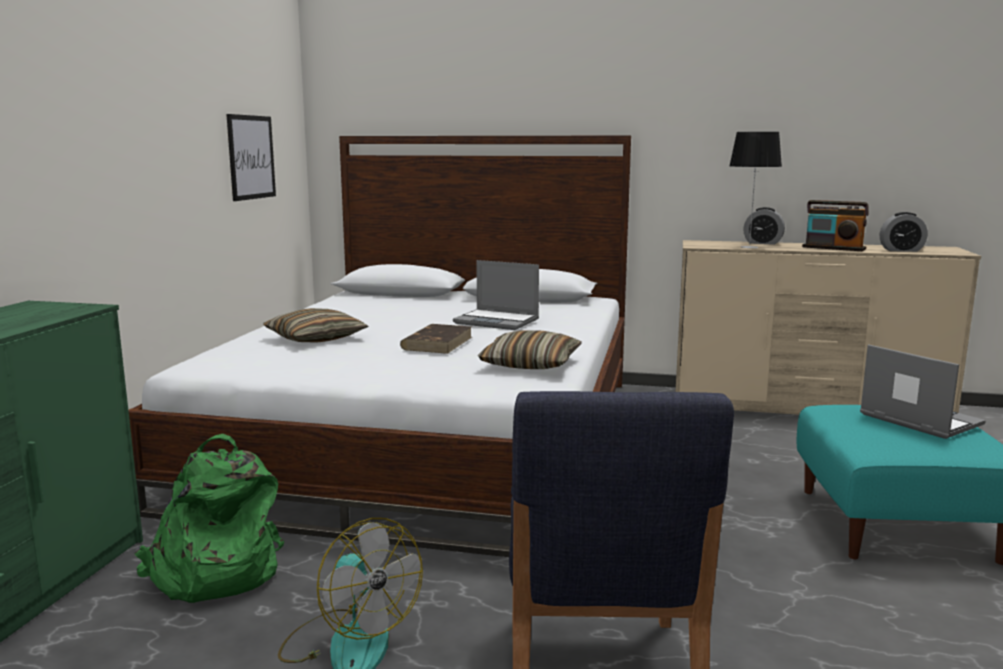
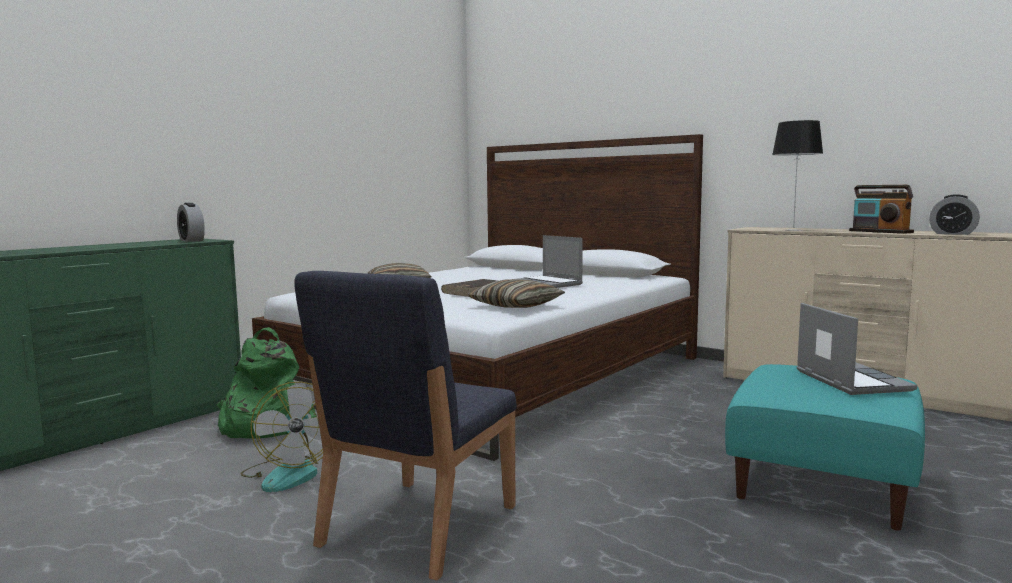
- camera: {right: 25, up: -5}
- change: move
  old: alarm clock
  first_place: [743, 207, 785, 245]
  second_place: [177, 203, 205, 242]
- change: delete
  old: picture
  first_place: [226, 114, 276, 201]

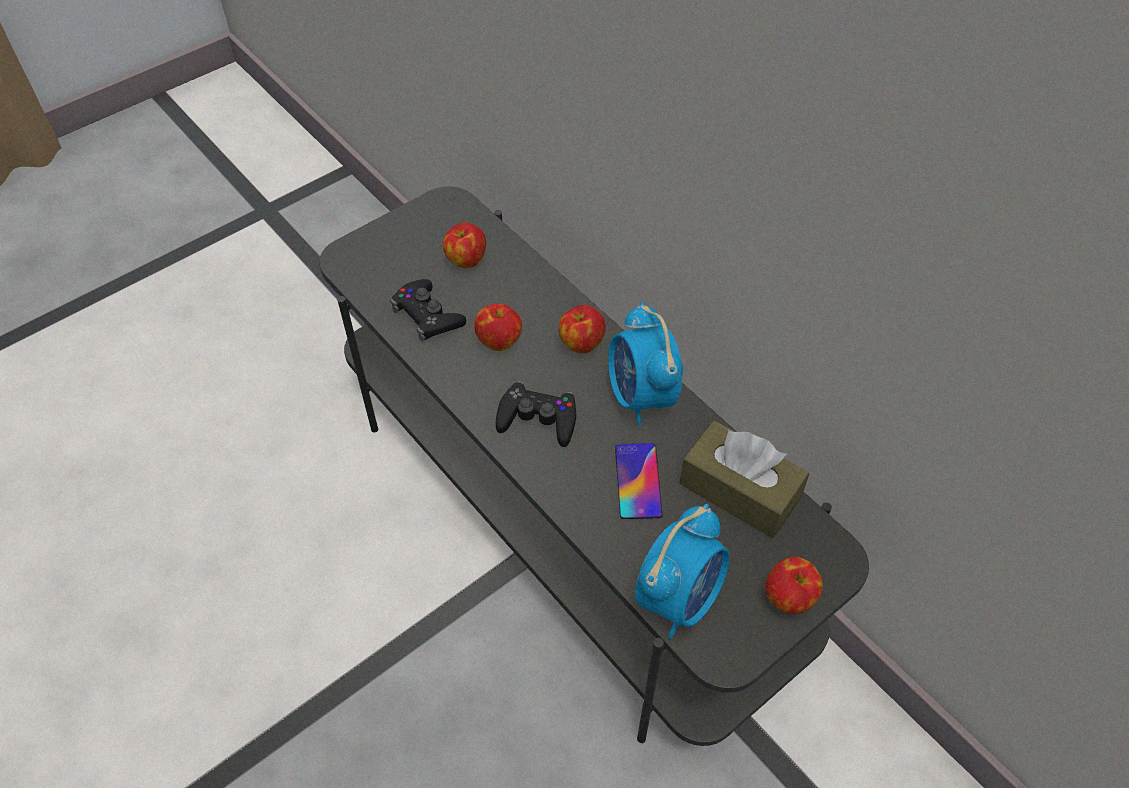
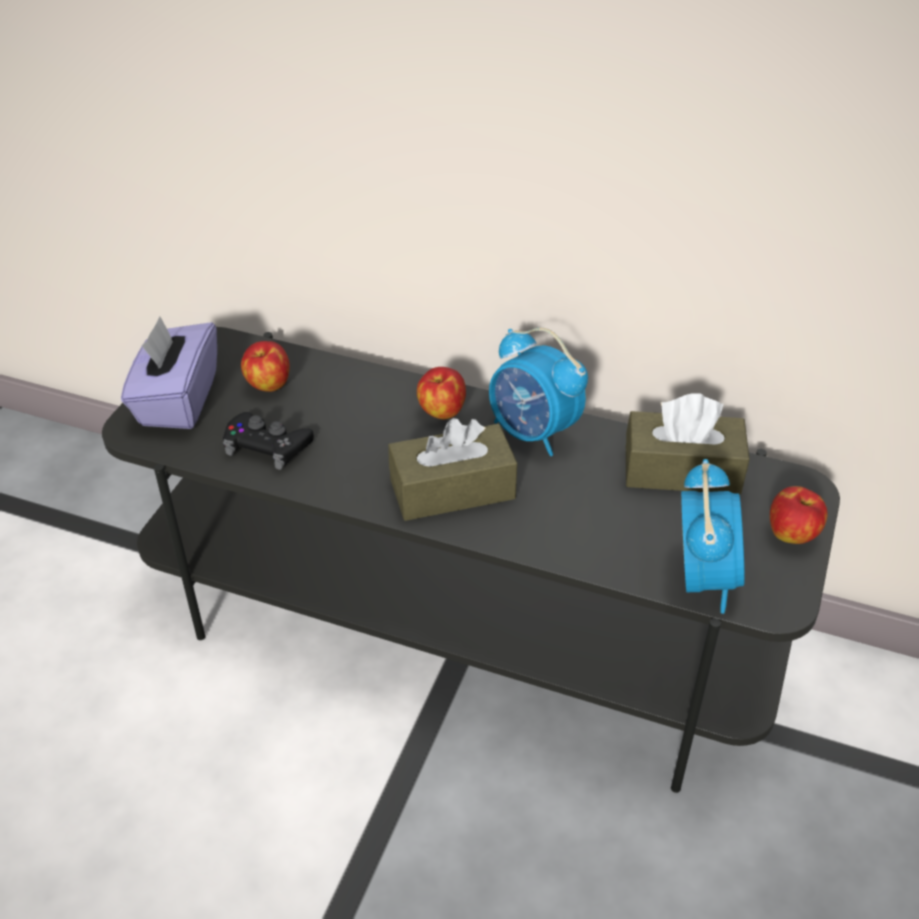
- camera: {right: -30, up: -10}
- change: insert
  new: purple tissue box
  second_place: [121, 316, 217, 429]
- change: replace
  old: black game controller
  new: brown tissue box
  first_place: [496, 381, 576, 447]
  second_place: [388, 418, 517, 521]
- change: delete
  old: apple
  first_place: [474, 303, 522, 351]
- change: delete
  old: phone
  first_place: [615, 443, 663, 519]

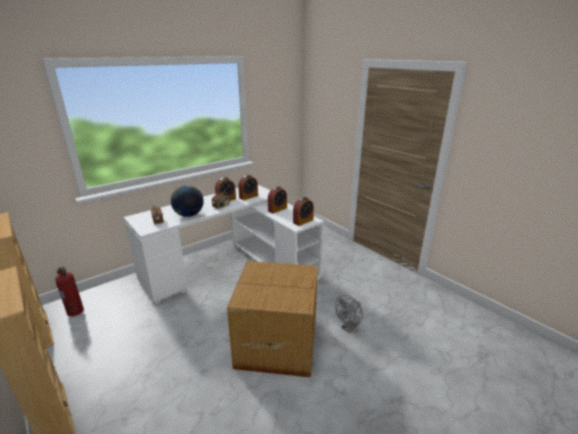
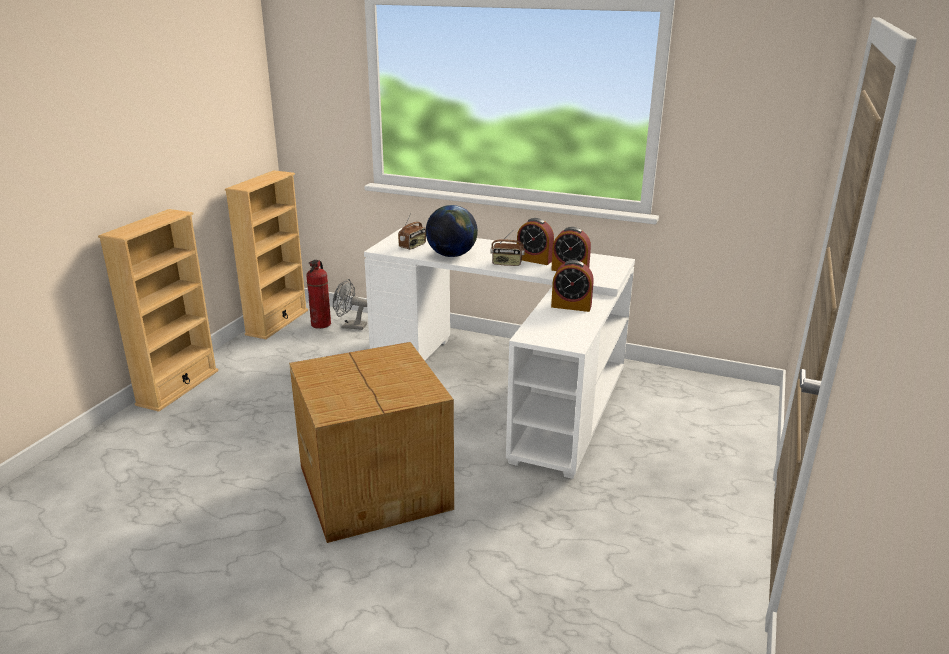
- camera: {right: 60, up: 0}
- change: move
  old: grey fan
  first_place: [335, 295, 363, 333]
  second_place: [333, 279, 367, 330]
- change: delete
  old: alarm clock
  first_place: [293, 197, 314, 226]

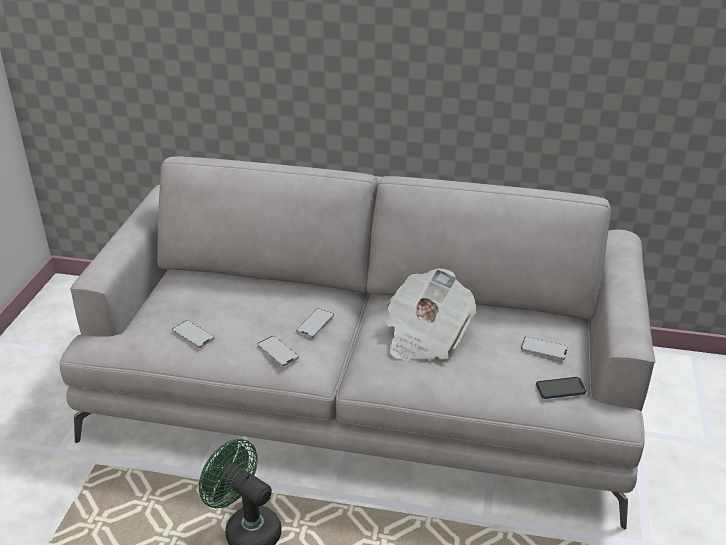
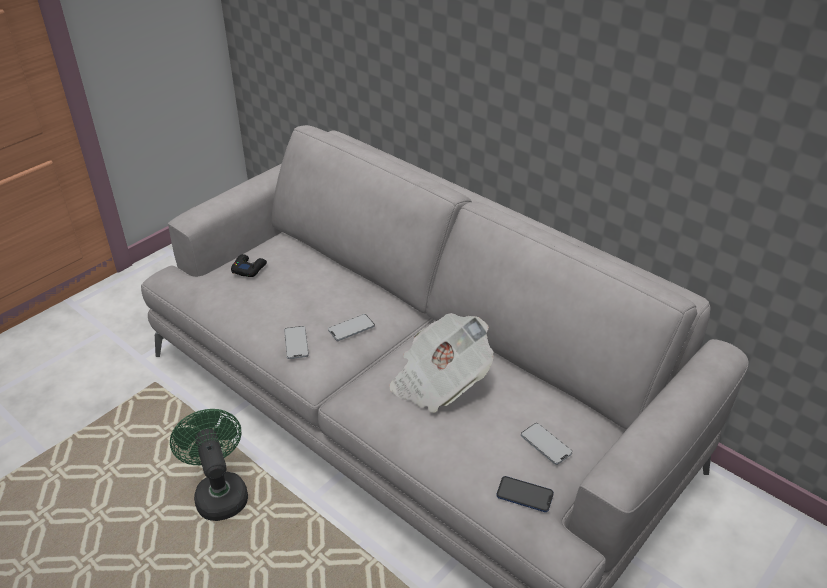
- camera: {right: 30, up: 5}
- change: insert
  new: black game controller
  second_place: [231, 254, 267, 277]
- change: delete
  old: phone
  first_place: [172, 320, 215, 348]

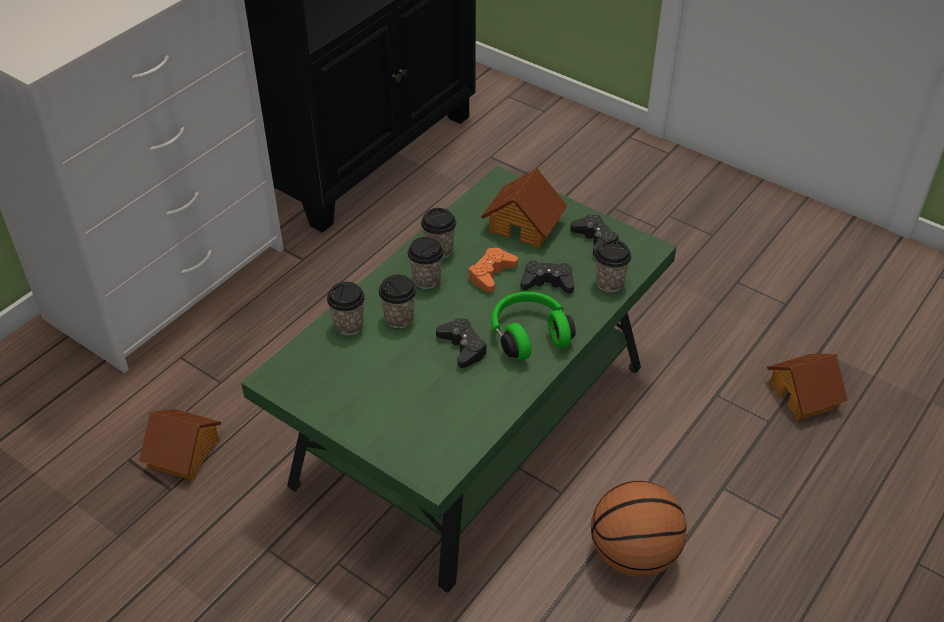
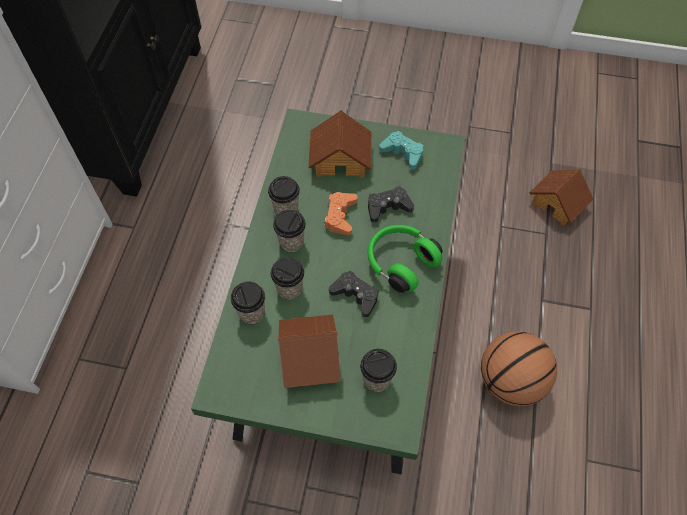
- camera: {right: -25, up: 15}
- change: move
  old: toy house
  first_place: [139, 409, 221, 481]
  second_place: [278, 314, 341, 388]
- change: move
  old: cup
  first_place: [595, 240, 631, 292]
  second_place: [360, 349, 397, 392]
- change: recolor
  old: black game controller
  new: turquoise game controller
  first_place: [570, 214, 619, 256]
  second_place: [379, 131, 424, 169]

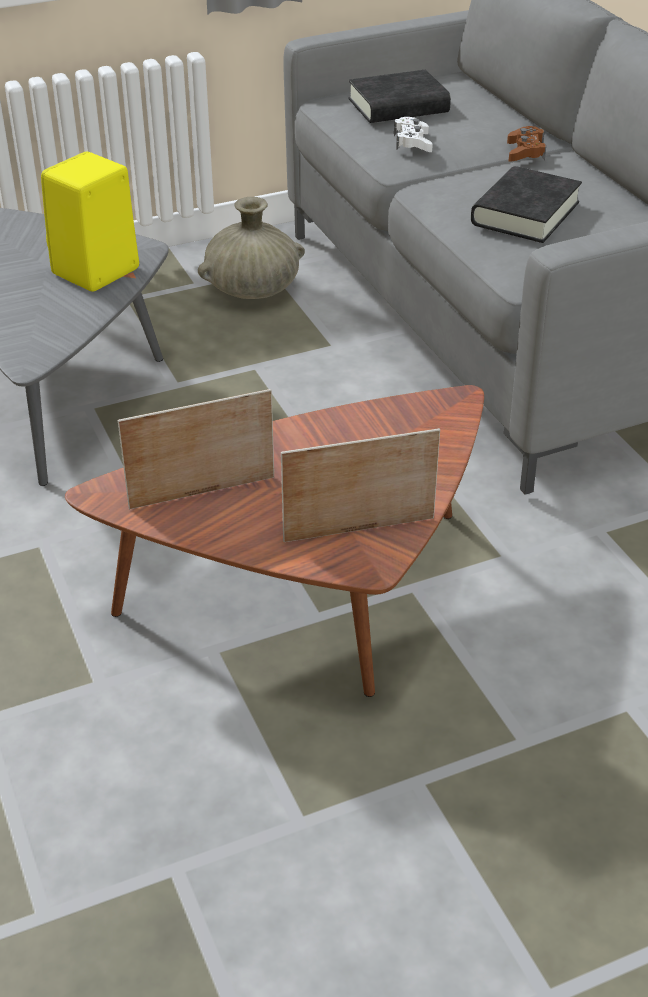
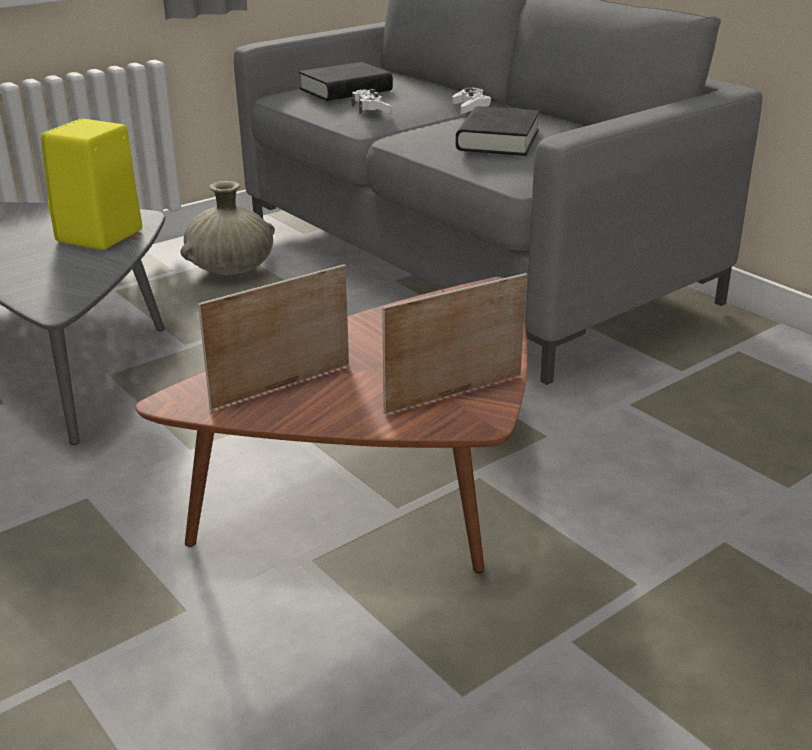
- camera: {right: -15, up: -10}
- change: recolor
  old: brown game controller
  new: white game controller
  first_place: [507, 126, 546, 162]
  second_place: [452, 88, 492, 114]

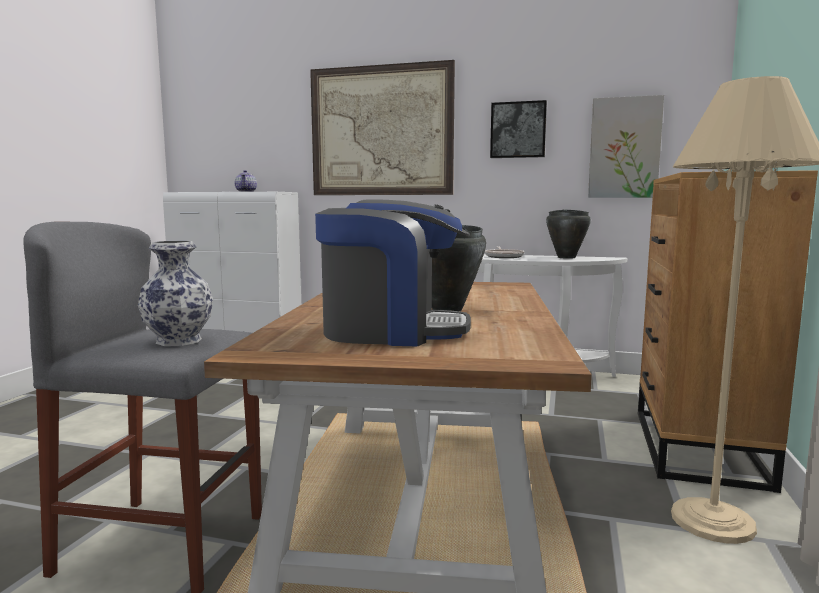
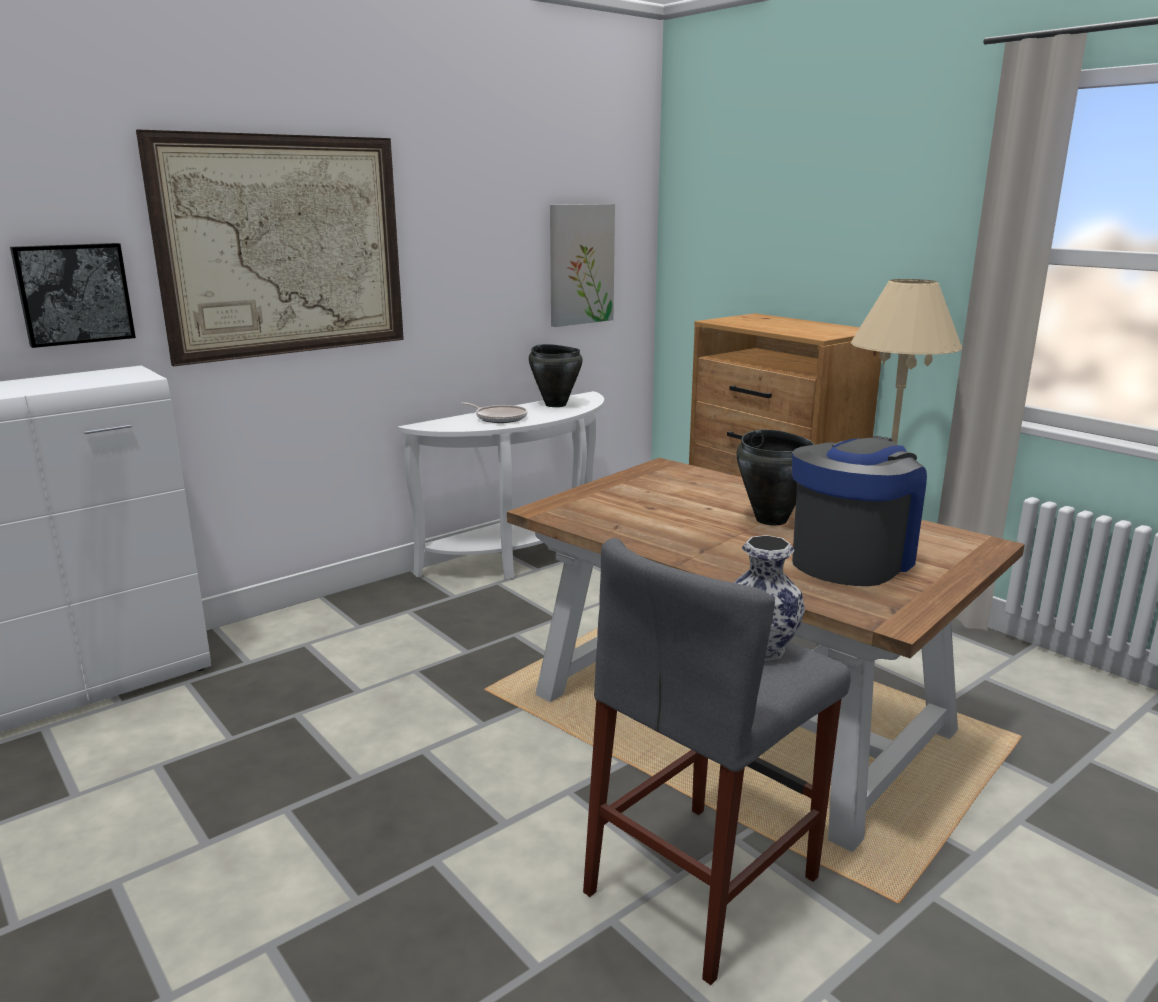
- camera: {right: -55, up: 10}
- change: move
  old: picture
  first_place: [490, 100, 547, 158]
  second_place: [10, 243, 136, 348]
- change: delete
  old: teapot
  first_place: [235, 170, 257, 192]

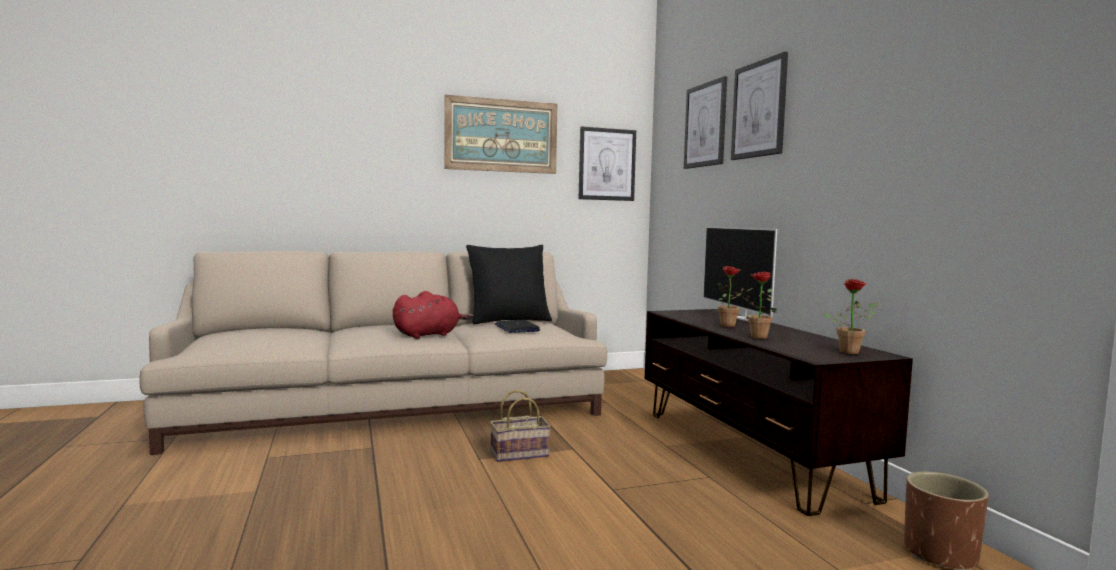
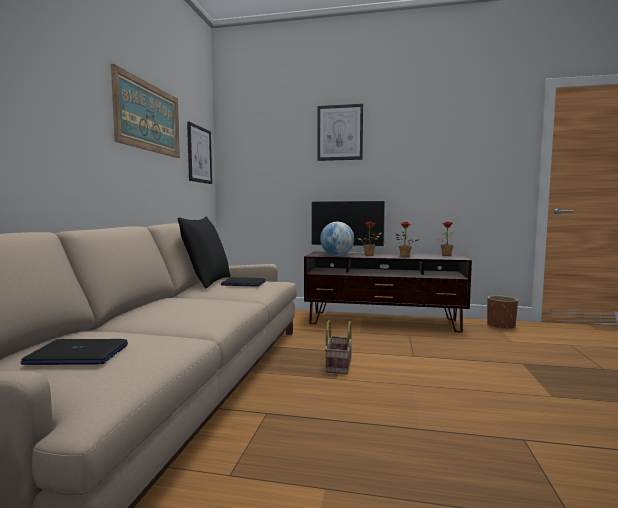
- camera: {right: -60, up: 0}
- change: insert
  new: laptop
  second_place: [21, 339, 128, 365]
- change: insert
  new: globe
  second_place: [320, 222, 354, 256]
- change: delete
  old: red plush toy
  first_place: [393, 291, 474, 339]
- change: delete
  old: picture
  first_place: [684, 76, 727, 169]

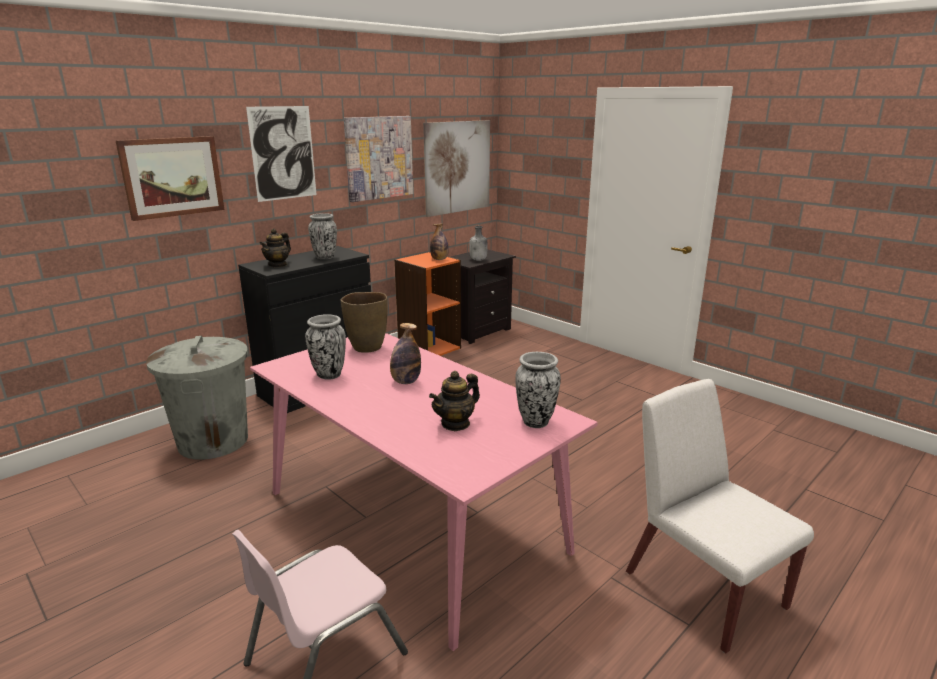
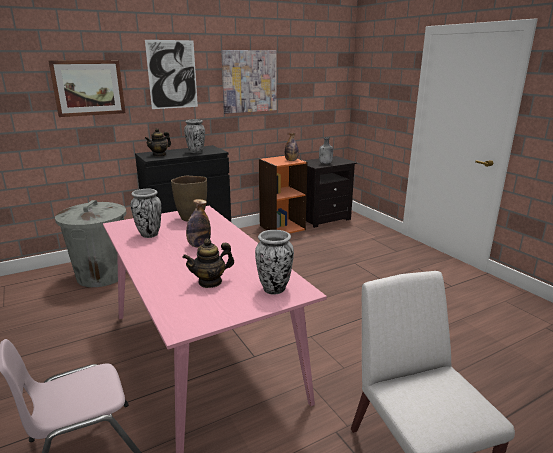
- camera: {right: 15, up: 0}
- change: delete
  old: picture
  first_place: [423, 120, 490, 217]

